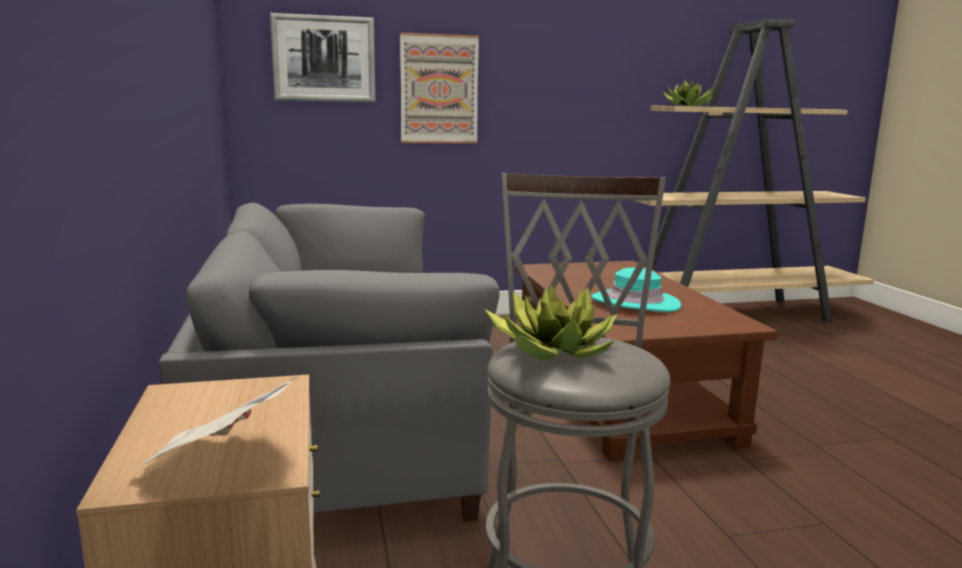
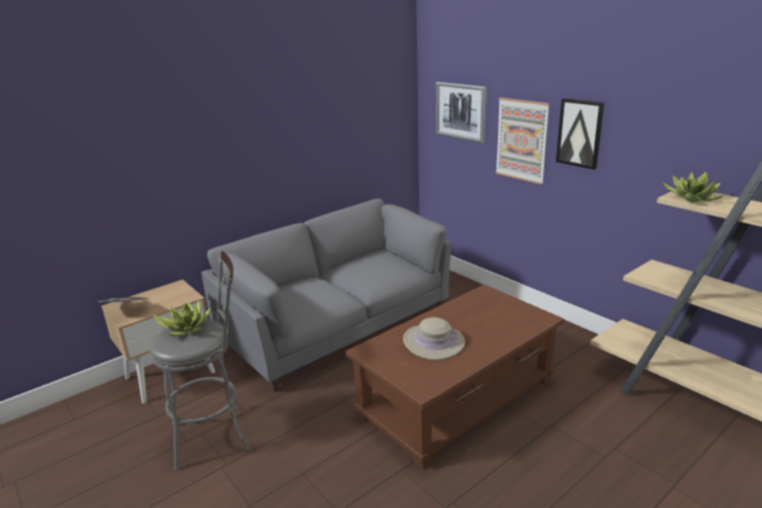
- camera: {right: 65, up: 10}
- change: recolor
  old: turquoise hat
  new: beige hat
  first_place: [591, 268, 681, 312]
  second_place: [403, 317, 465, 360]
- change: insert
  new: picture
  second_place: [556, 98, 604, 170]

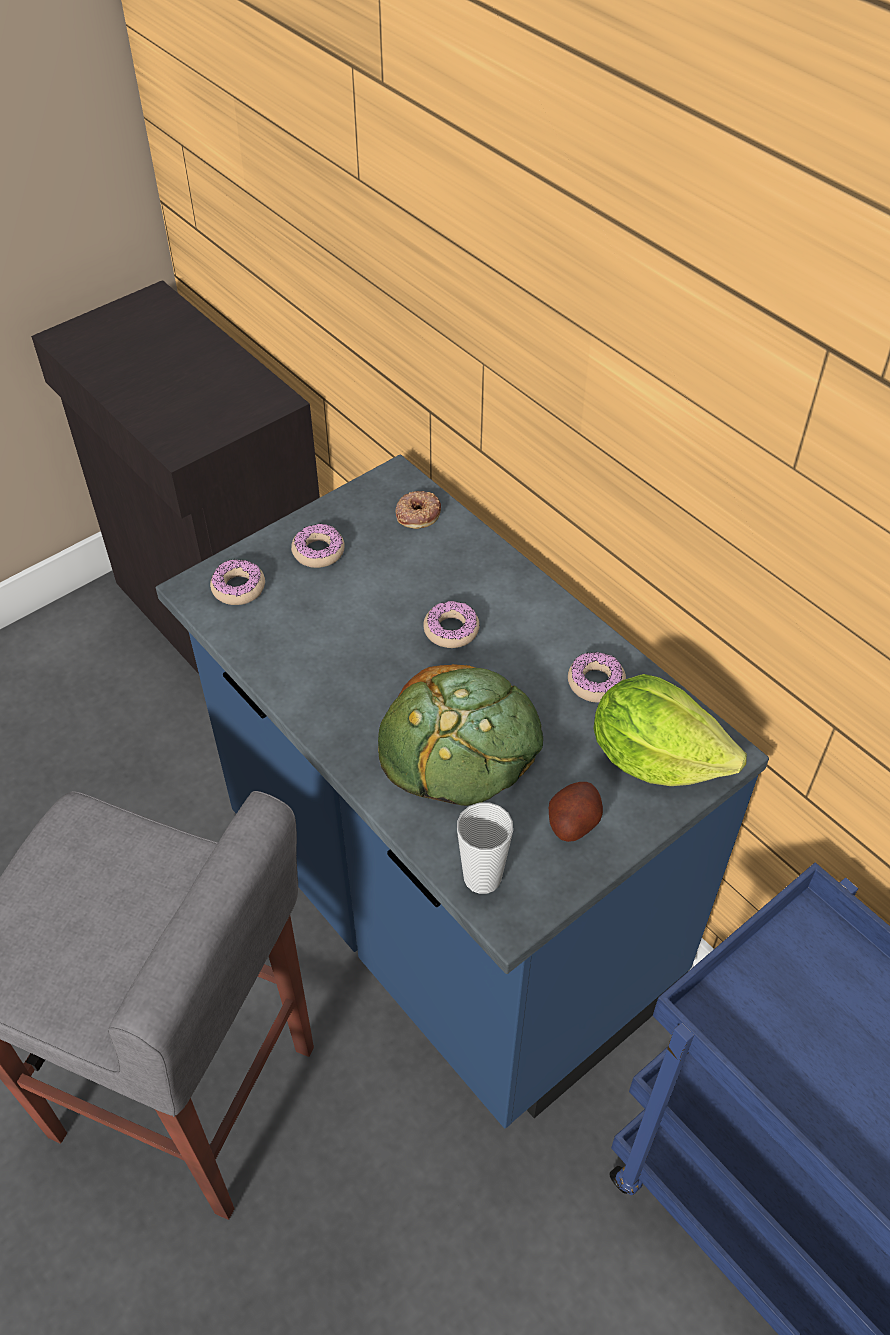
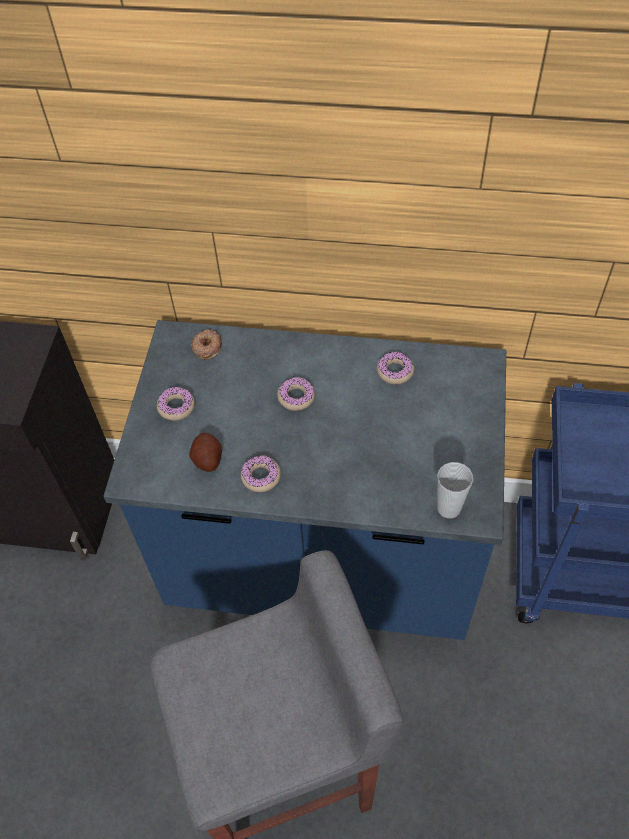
- camera: {right: -40, up: 5}
- change: move
  old: potato
  first_place: [549, 782, 603, 842]
  second_place: [189, 433, 222, 472]
- change: move
  old: donut
  first_place: [210, 559, 265, 605]
  second_place: [241, 455, 281, 492]
- change: delete
  old: bread
  first_place: [378, 664, 543, 806]
- change: delete
  old: lettuce
  first_place: [593, 674, 747, 786]

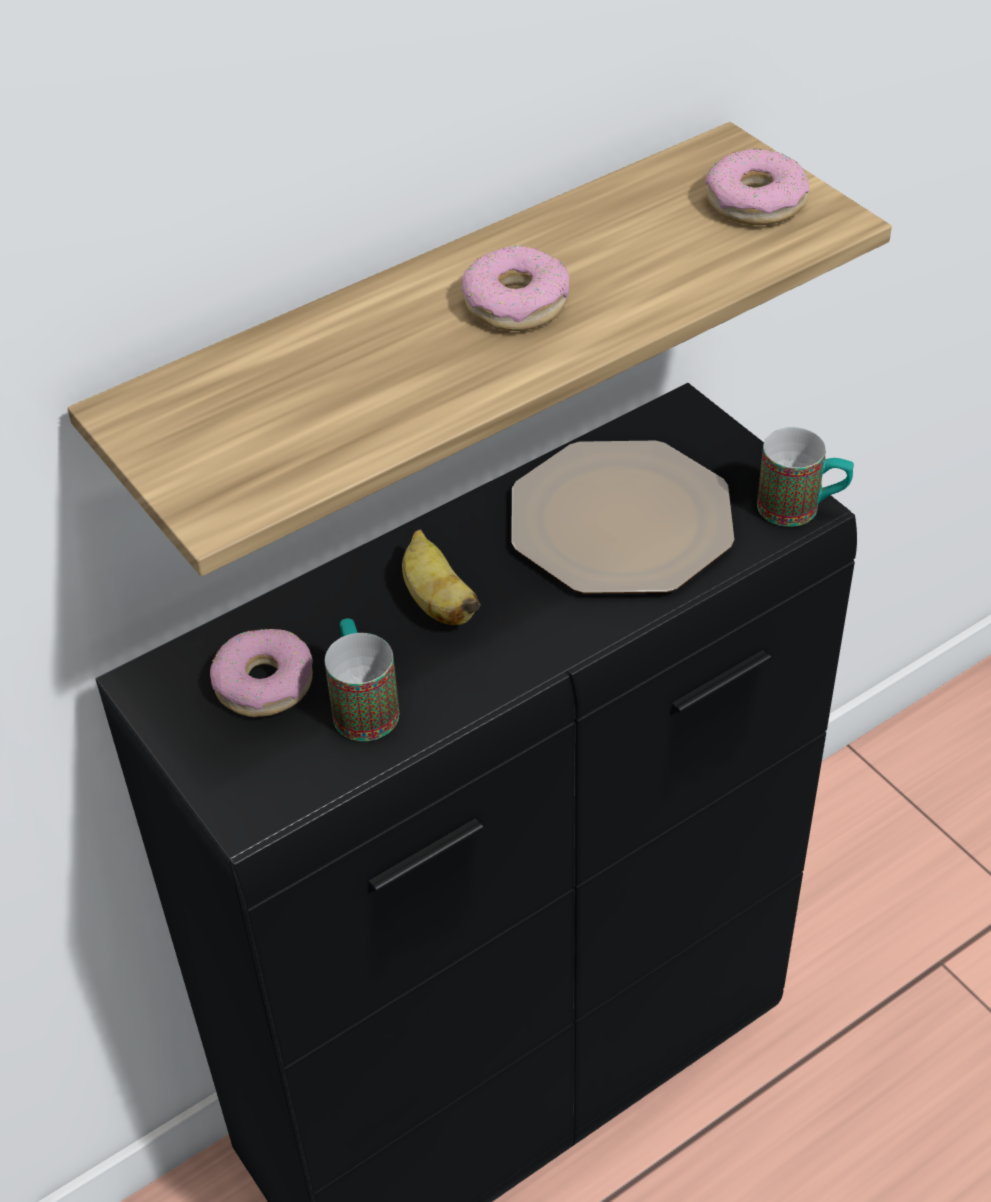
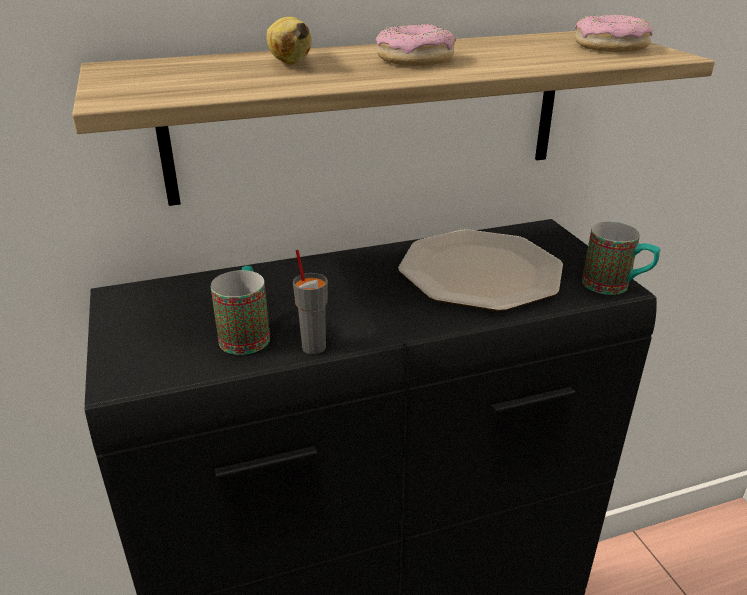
- camera: {right: 15, up: -15}
- change: move
  old: banana
  first_place: [402, 530, 480, 625]
  second_place: [266, 17, 312, 65]
- change: insert
  new: grey cup
  second_place: [293, 250, 328, 354]
- change: delete
  old: donut
  first_place: [210, 629, 313, 717]

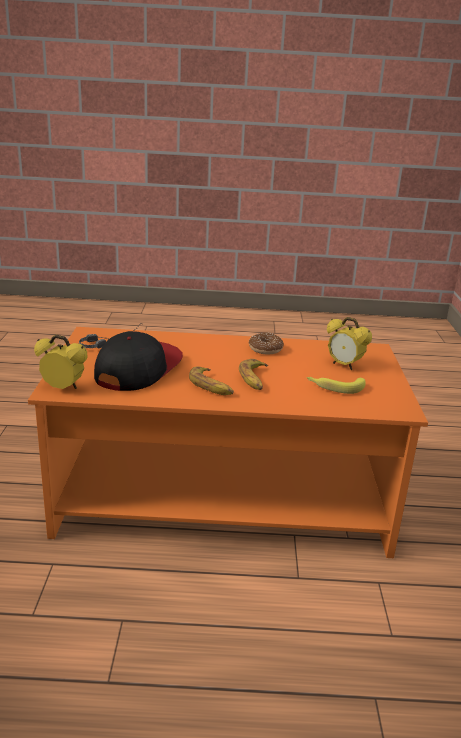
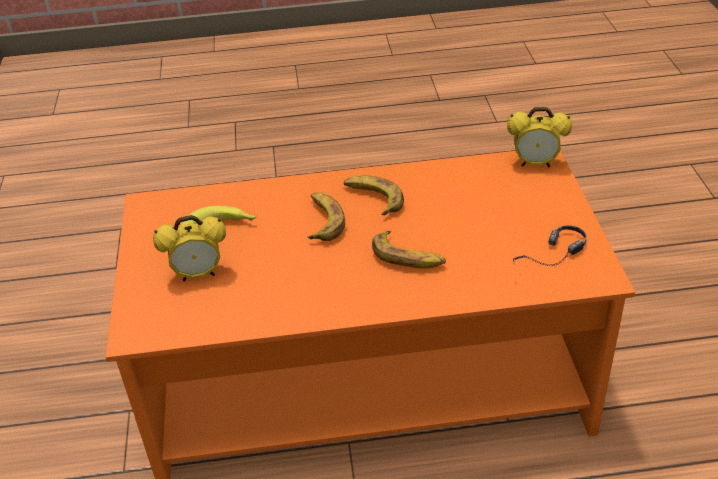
- camera: {right: 175, up: 15}
- change: rotate
  old: alarm clock
  first_place: [327, 317, 372, 370]
  second_place: [153, 215, 226, 282]
  degrees: 135
- change: insert
  new: banana
  second_place: [372, 231, 446, 268]
- change: delete
  old: cap
  first_place: [94, 331, 183, 391]
- change: delete
  old: donut
  first_place: [249, 333, 284, 355]

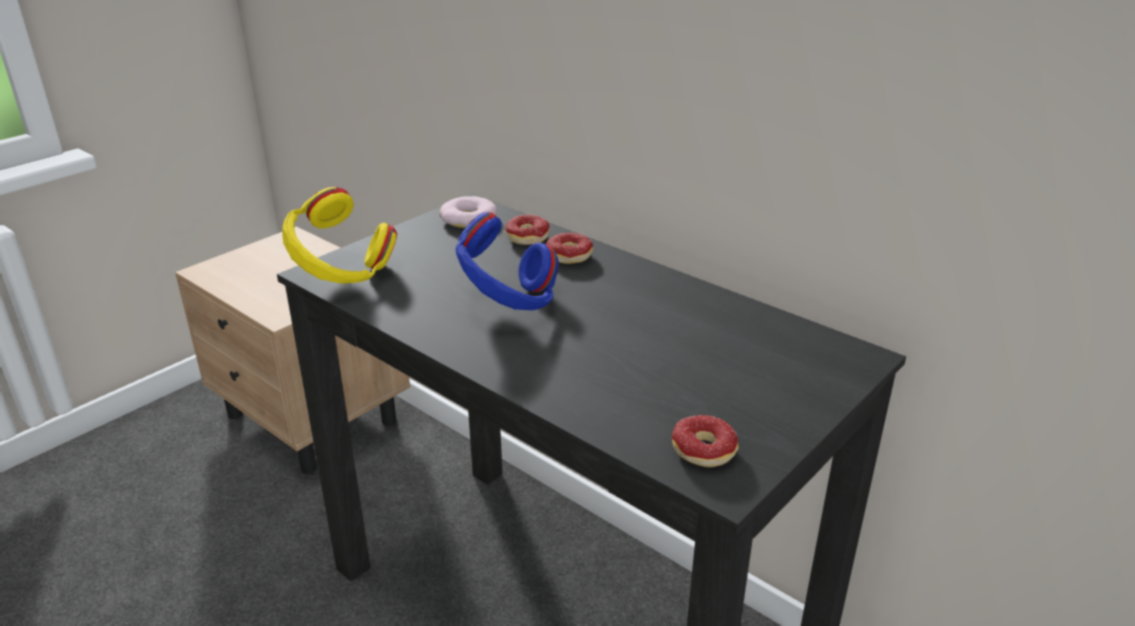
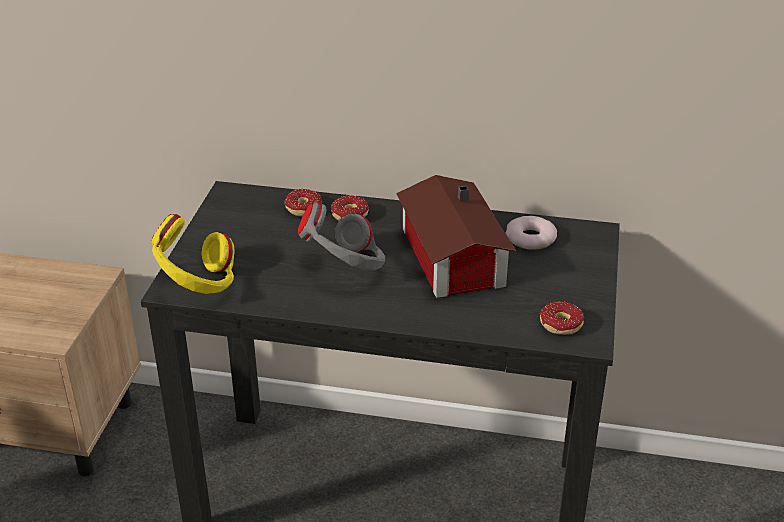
- camera: {right: -30, up: 5}
- change: recolor
  old: blue headphones
  new: grey headphones
  first_place: [455, 212, 559, 310]
  second_place: [298, 202, 385, 271]
- change: insert
  new: toy house
  second_place: [396, 175, 516, 298]
- change: move
  old: donut
  first_place: [439, 196, 497, 228]
  second_place: [506, 216, 557, 250]

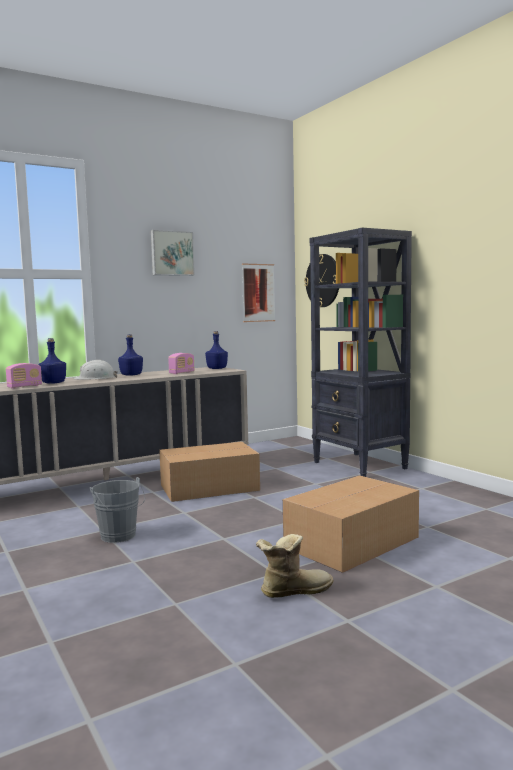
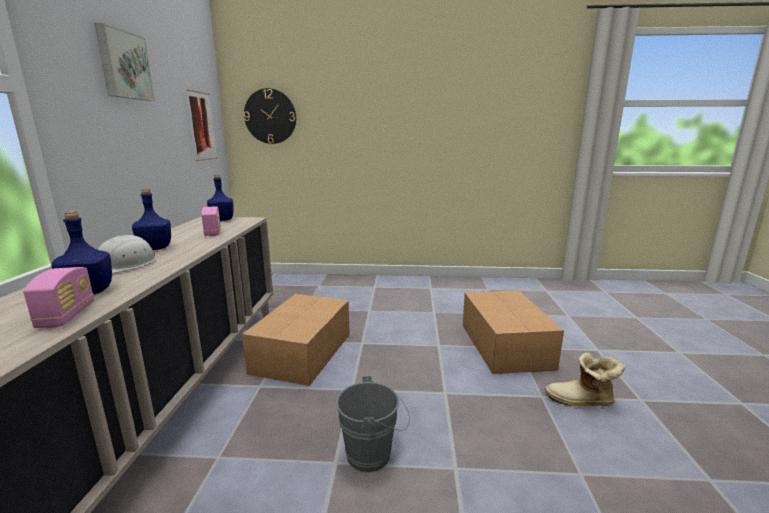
- camera: {right: -55, up: 10}
- change: rotate
  old: boot
  first_place: [256, 534, 333, 598]
  second_place: [545, 353, 626, 406]
  degrees: -90
- change: delete
  old: black bookcase
  first_place: [309, 228, 412, 477]

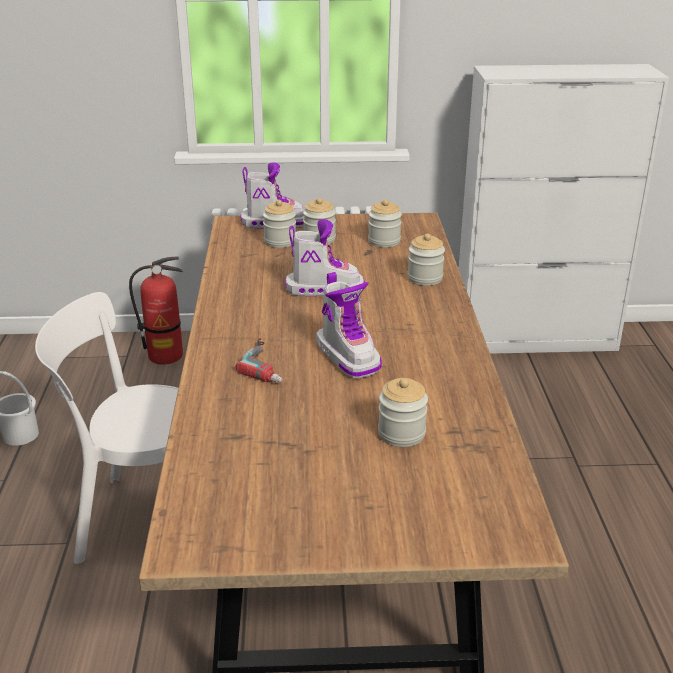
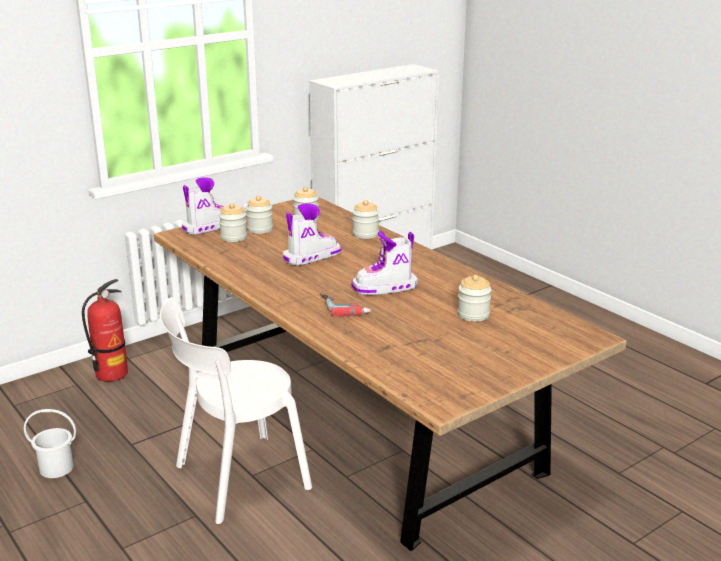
- camera: {right: -35, up: -5}
- change: rotate
  old: boot
  first_place: [316, 272, 382, 378]
  second_place: [351, 231, 418, 295]
  degrees: 135

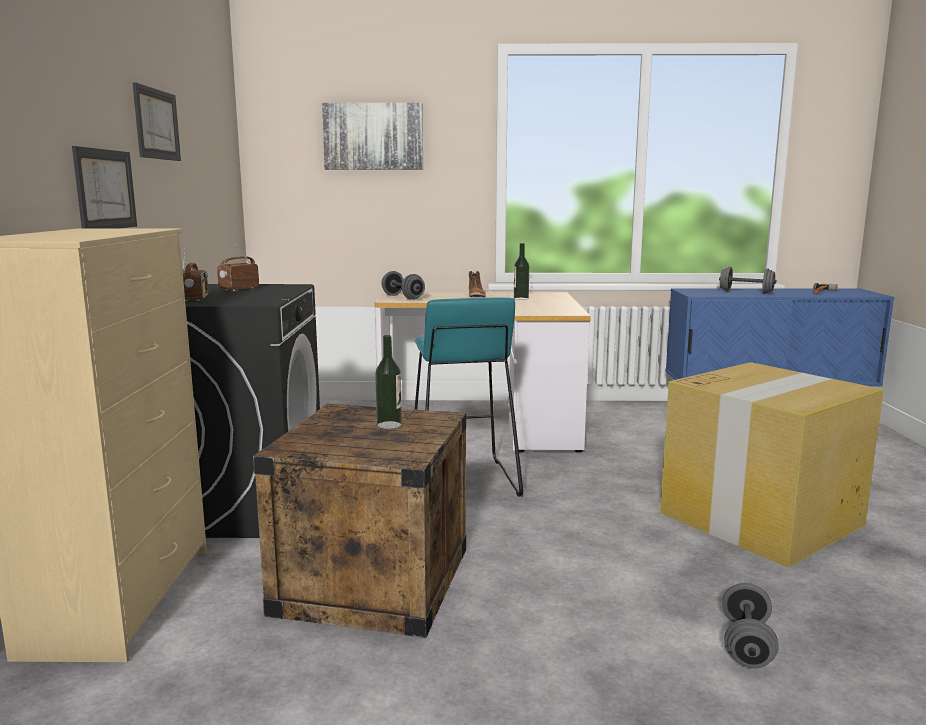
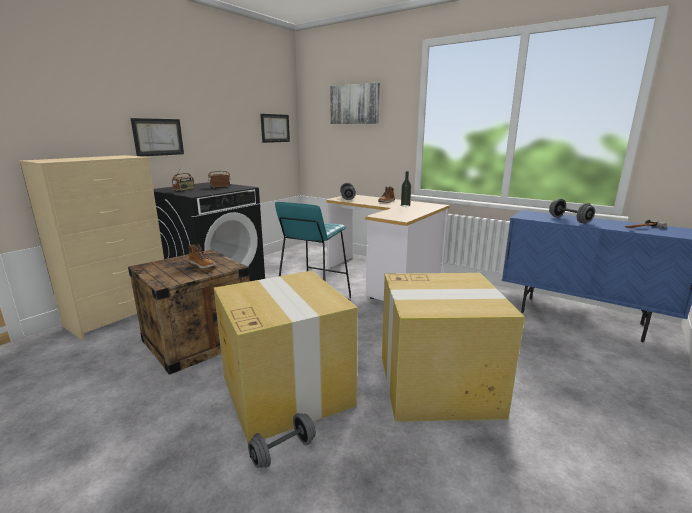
- camera: {right: 35, up: 5}
- change: replace
  old: bottle
  new: boot
  first_place: [375, 335, 402, 429]
  second_place: [188, 243, 216, 269]
- change: insert
  new: cardboard box
  second_place: [214, 271, 358, 443]
- change: move
  old: picture
  first_place: [133, 82, 181, 161]
  second_place: [260, 114, 290, 143]

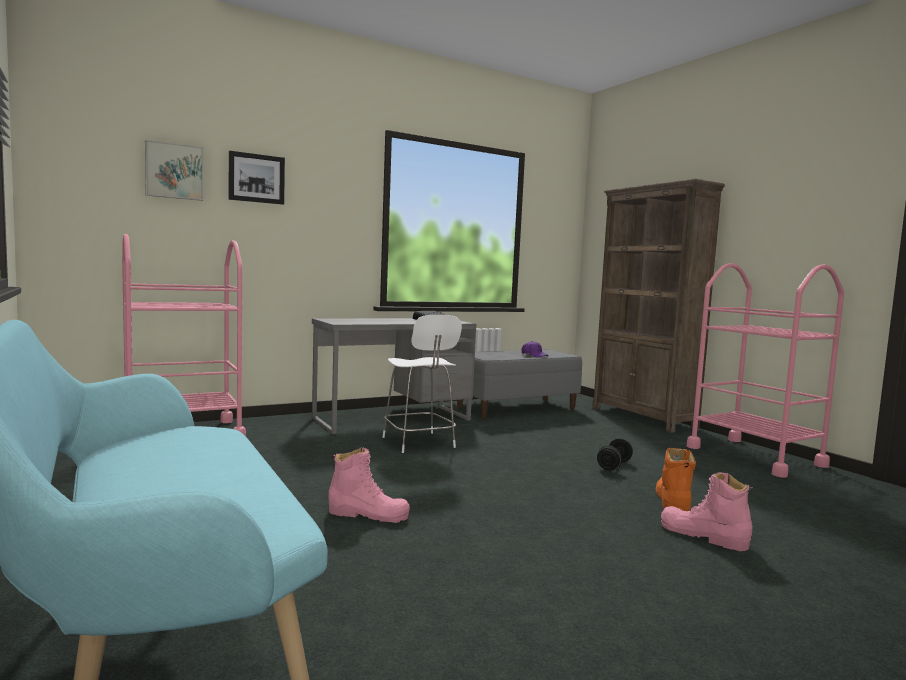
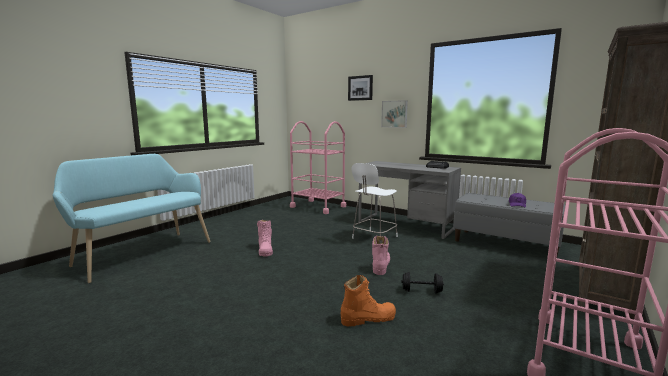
- camera: {right: 65, up: 5}
- change: move
  old: pink boot
  first_place: [661, 473, 753, 551]
  second_place: [372, 236, 390, 275]
- change: move
  old: picture
  first_place: [145, 140, 204, 201]
  second_place: [381, 100, 408, 128]

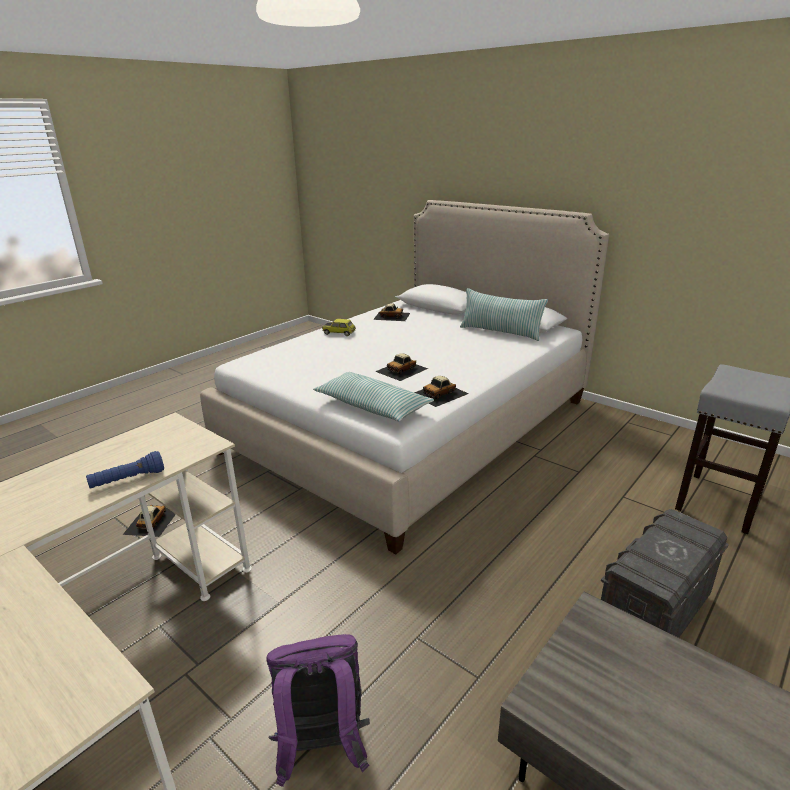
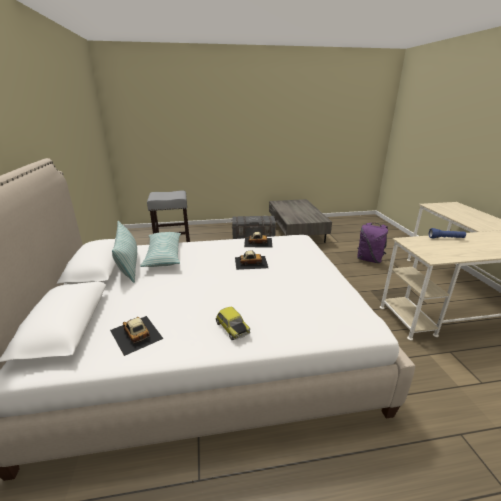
- camera: {right: -140, up: 0}
- change: move
  old: pillow
  first_place: [313, 372, 434, 421]
  second_place: [140, 232, 181, 267]
- change: delete
  old: toy car
  first_place: [123, 505, 176, 537]

